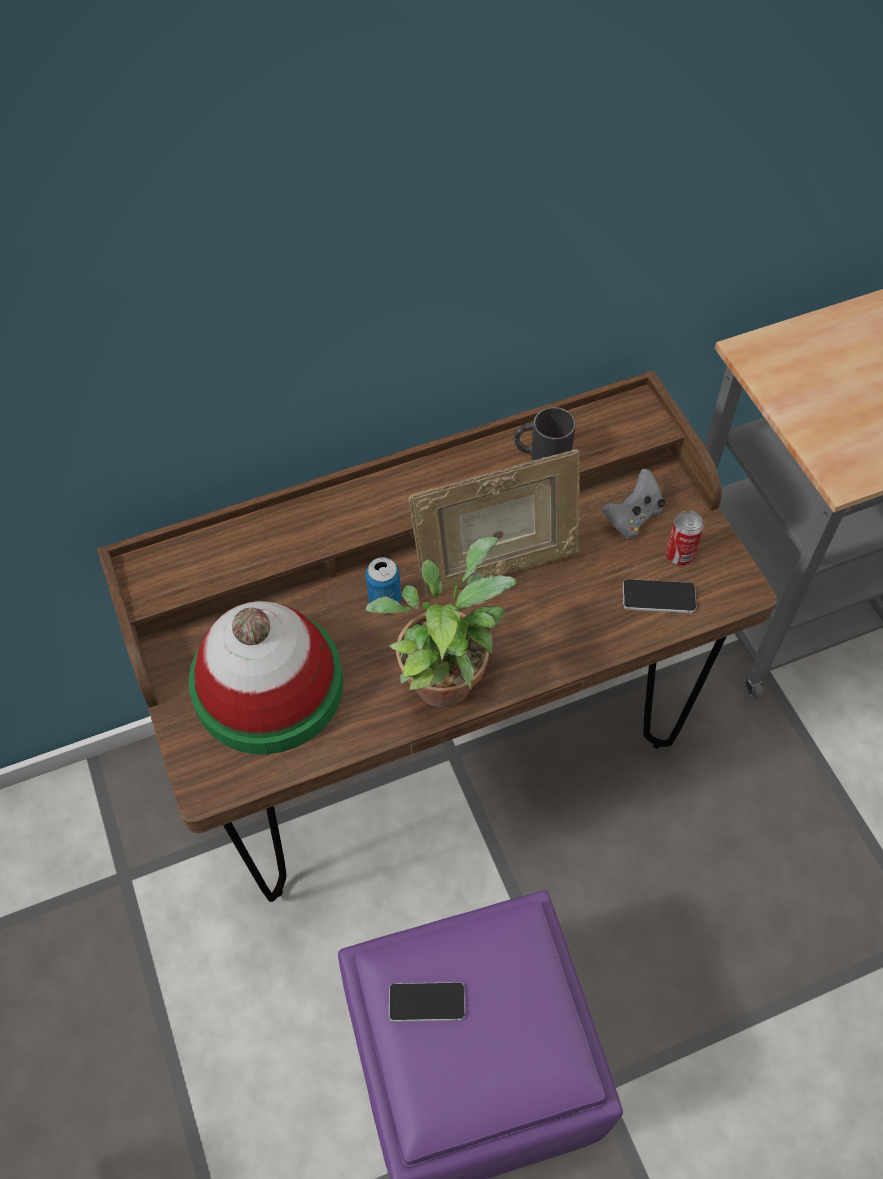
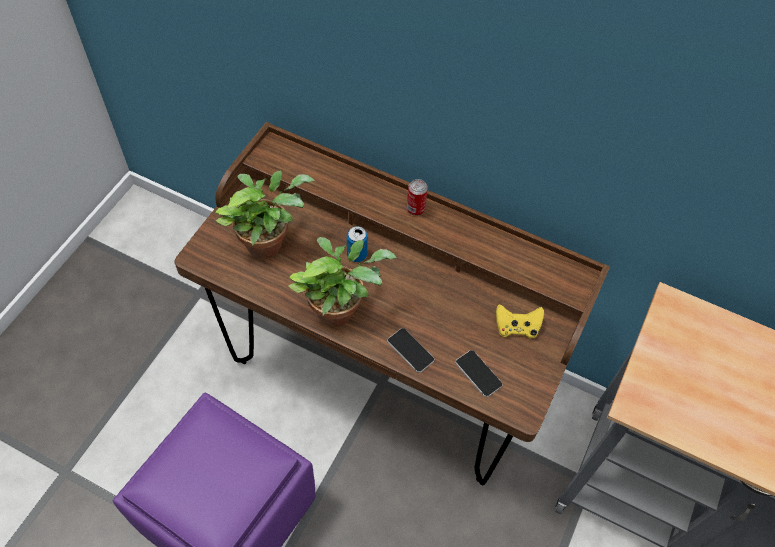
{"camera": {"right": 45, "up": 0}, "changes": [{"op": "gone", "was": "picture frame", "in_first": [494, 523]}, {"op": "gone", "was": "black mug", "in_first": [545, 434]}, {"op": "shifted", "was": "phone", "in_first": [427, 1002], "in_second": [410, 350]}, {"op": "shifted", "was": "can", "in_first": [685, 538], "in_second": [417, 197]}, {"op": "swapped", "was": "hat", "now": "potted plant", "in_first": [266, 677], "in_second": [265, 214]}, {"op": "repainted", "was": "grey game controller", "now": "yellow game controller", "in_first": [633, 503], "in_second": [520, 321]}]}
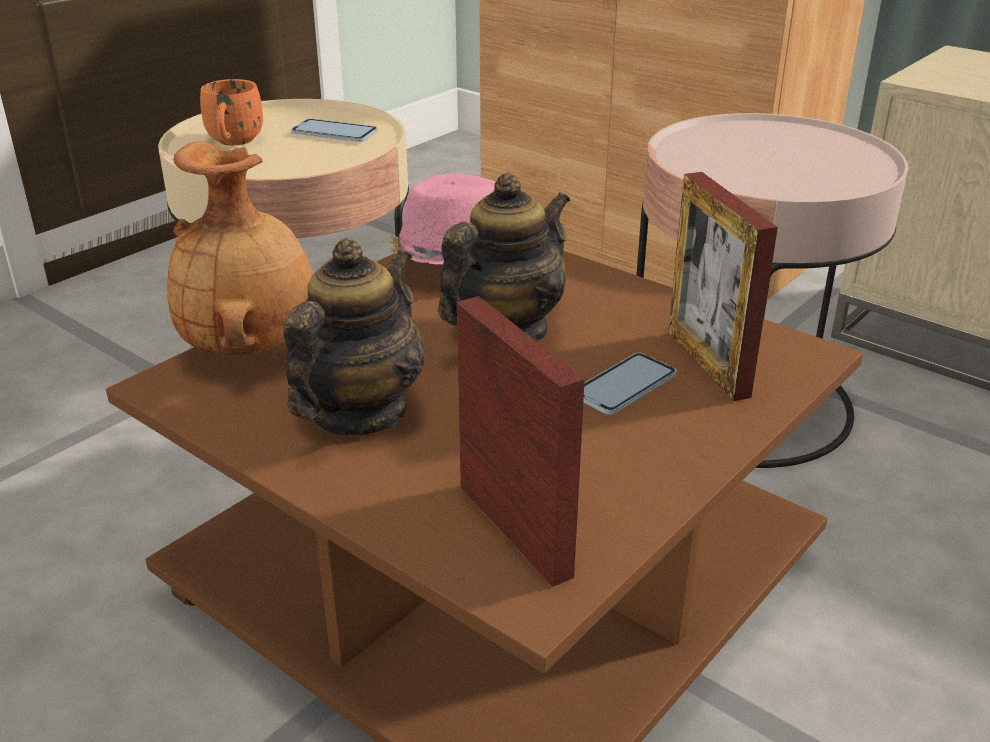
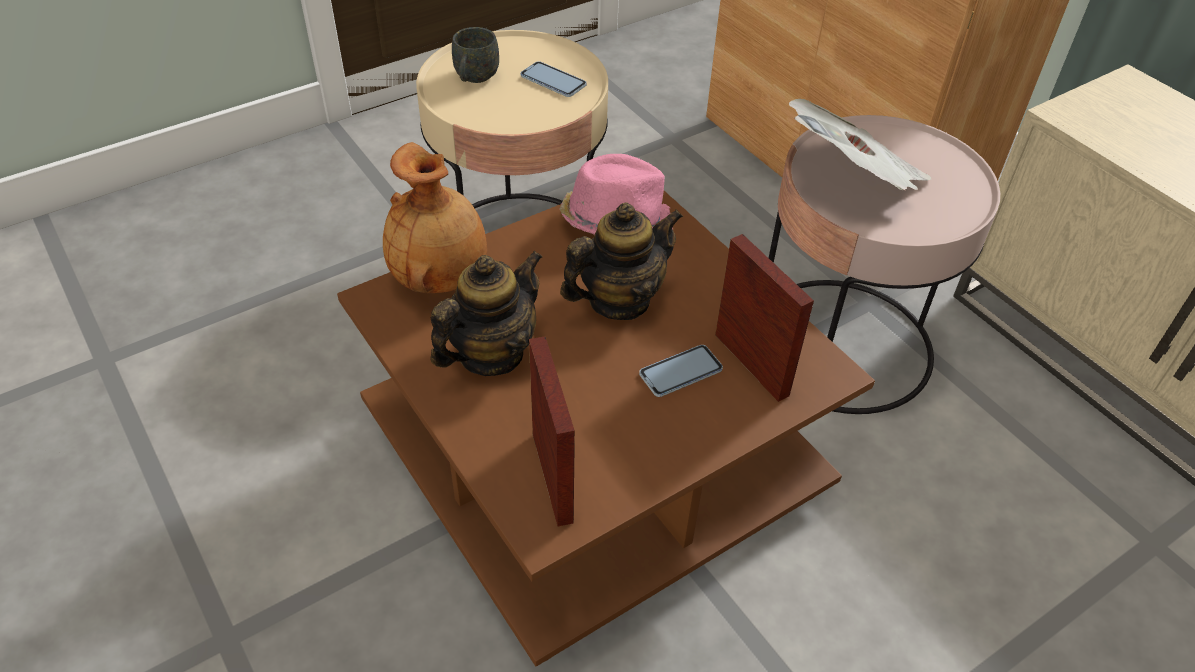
{"camera": {"right": 15, "up": 15}, "changes": [{"op": "new", "now": "newspaper", "in_second": [860, 145]}, {"op": "repainted", "was": "orange mug", "now": "grey mug", "in_first": [231, 112], "in_second": [475, 55]}, {"op": "rotated", "was": "picture frame", "in_first": [723, 286], "in_second": [764, 318], "clockwise": 150}]}
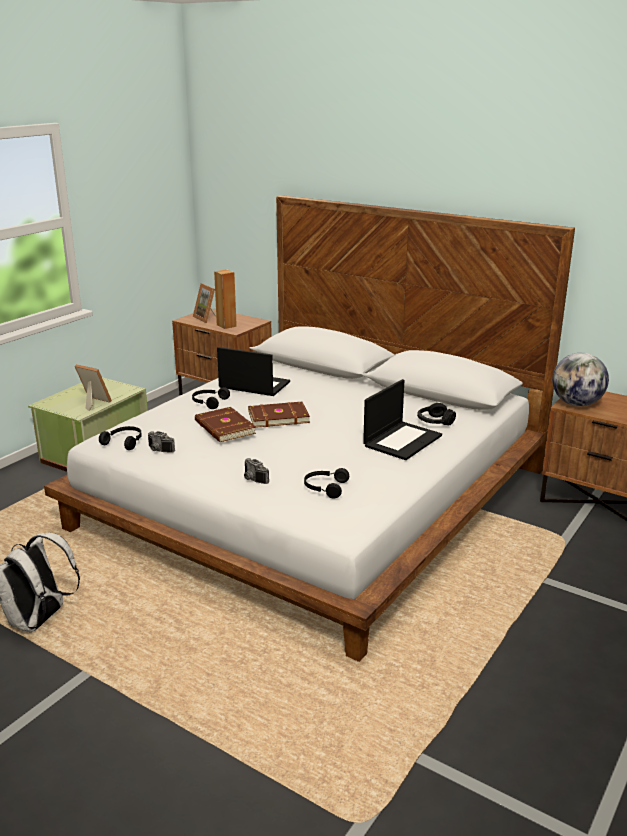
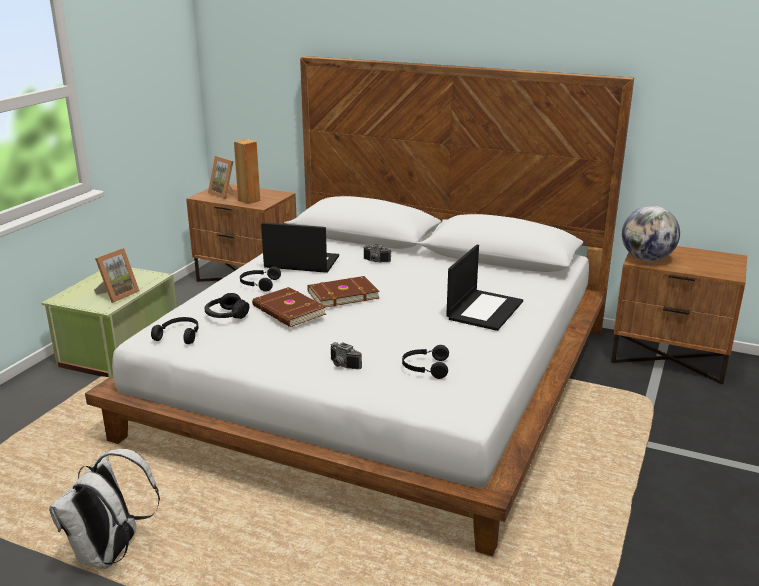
{"camera": {"right": -10, "up": 0}, "changes": [{"op": "shifted", "was": "photo camera", "in_first": [161, 442], "in_second": [377, 253]}, {"op": "shifted", "was": "black headphones", "in_first": [436, 414], "in_second": [226, 306]}, {"op": "rotated", "was": "picture frame", "in_first": [93, 387], "in_second": [117, 275], "clockwise": 105}]}
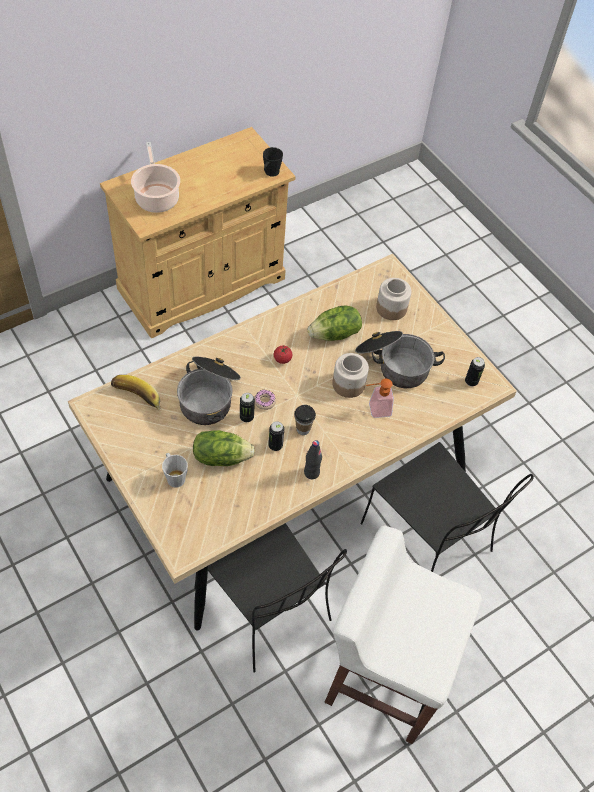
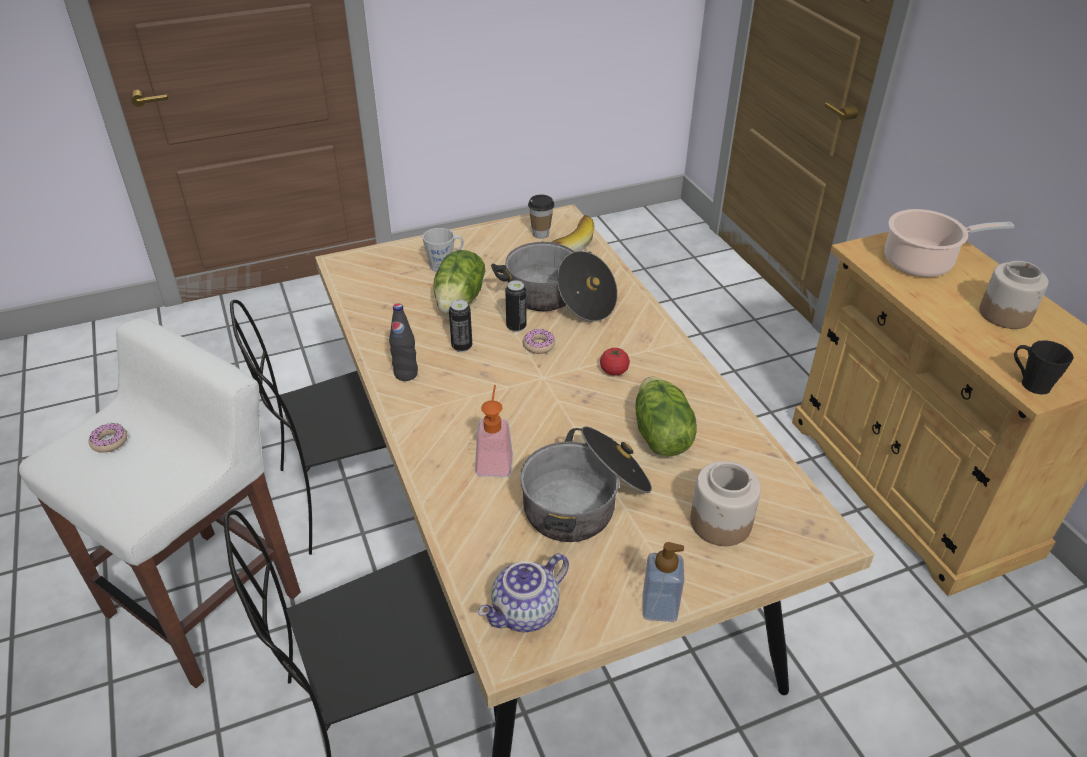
{"camera": {"right": 105, "up": -15}, "changes": [{"op": "new", "now": "donut", "in_second": [108, 438]}, {"op": "new", "now": "soap dispenser", "in_second": [663, 582]}, {"op": "shifted", "was": "cup", "in_first": [305, 420], "in_second": [541, 217]}, {"op": "shifted", "was": "jar", "in_first": [350, 375], "in_second": [1013, 295]}, {"op": "swapped", "was": "can", "now": "teapot", "in_first": [475, 371], "in_second": [523, 592]}]}
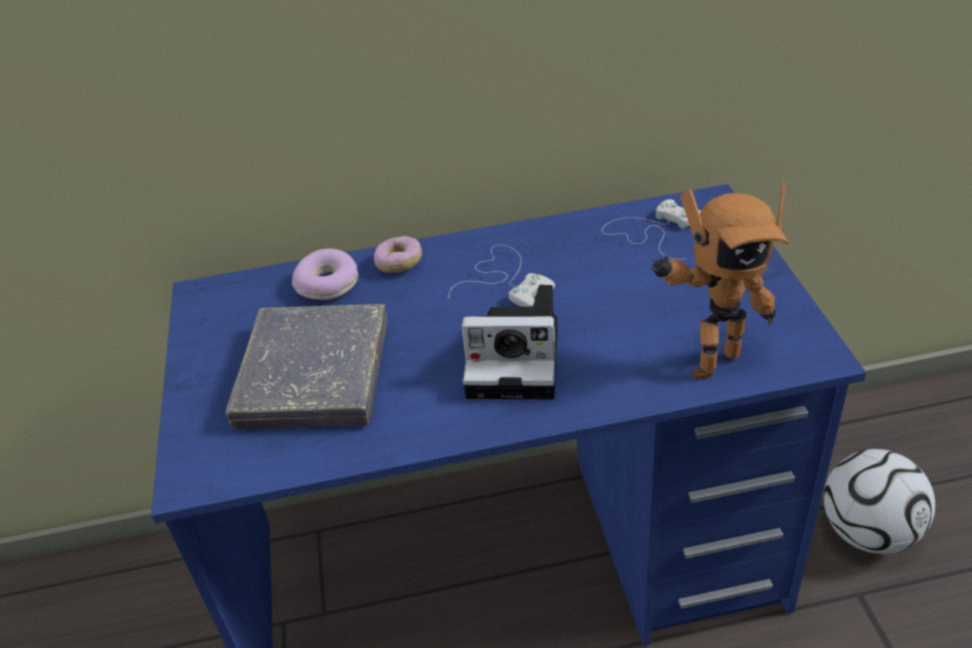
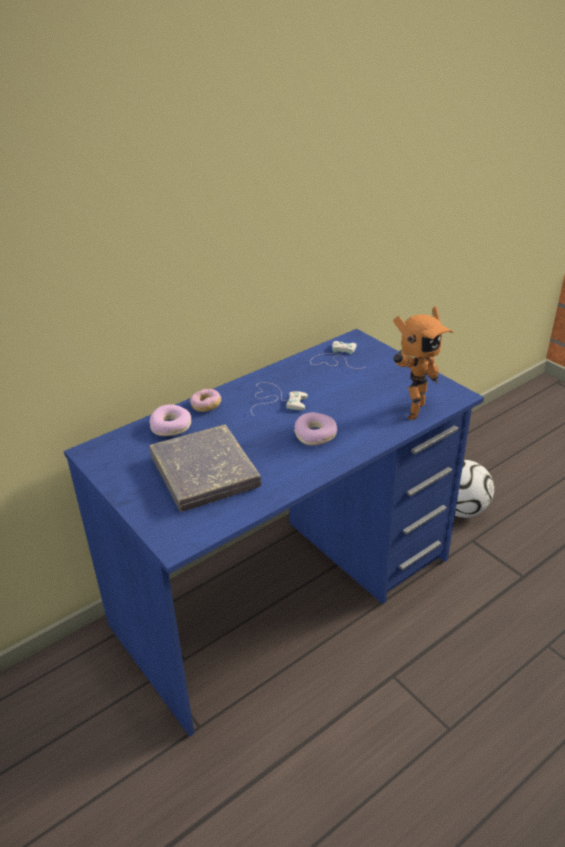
{"camera": {"right": -30, "up": -5}, "changes": [{"op": "swapped", "was": "photo camera", "now": "donut", "in_first": [510, 342], "in_second": [315, 429]}]}
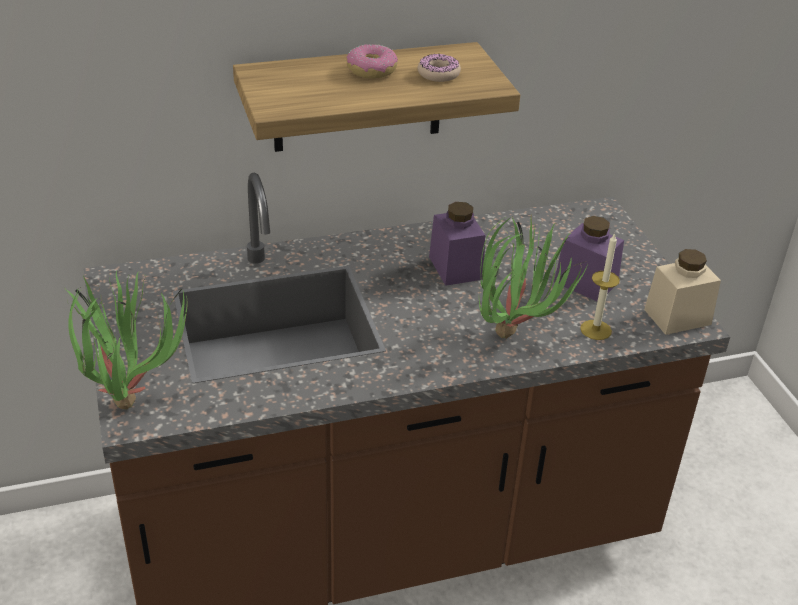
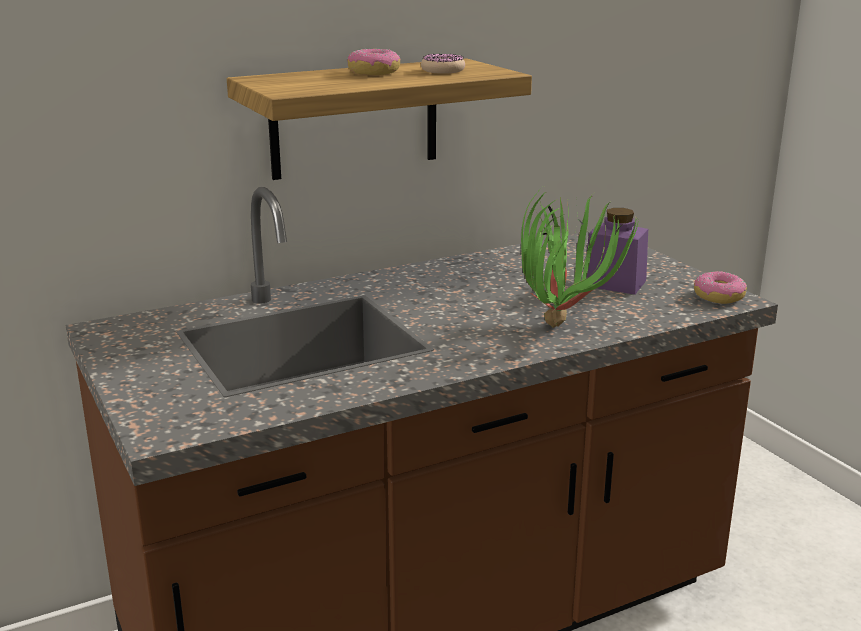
{"camera": {"right": -10, "up": -15}, "changes": [{"op": "gone", "was": "potted plant", "in_first": [126, 340]}, {"op": "gone", "was": "purple jar", "in_first": [457, 244]}, {"op": "gone", "was": "candle", "in_first": [600, 286]}, {"op": "swapped", "was": "beige jar", "now": "donut", "in_first": [682, 292], "in_second": [720, 287]}]}
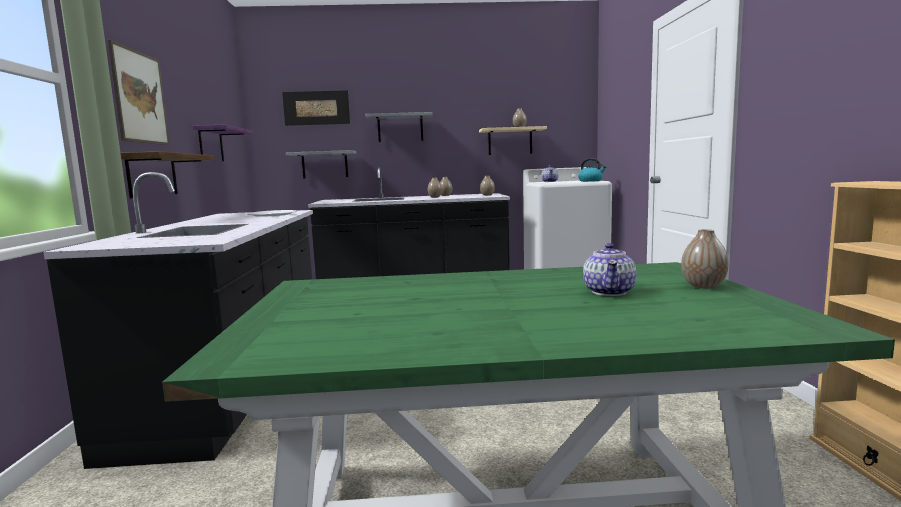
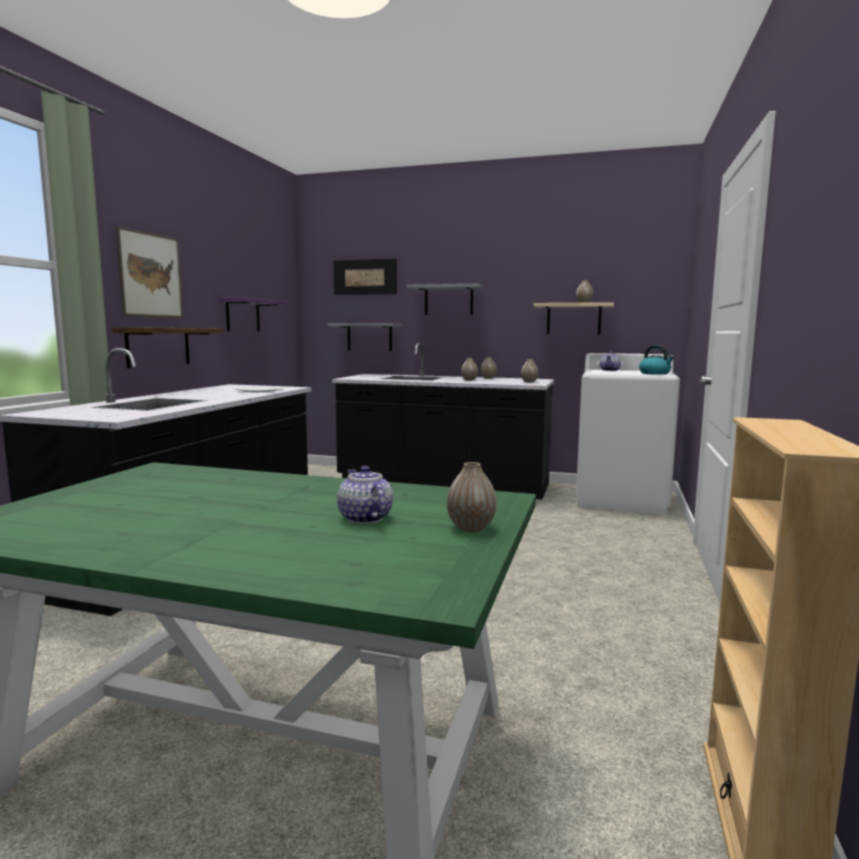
{"camera": {"right": 20, "up": 0}, "changes": [{"op": "rotated", "was": "teapot", "in_first": [609, 269], "in_second": [365, 495], "clockwise": 120}]}
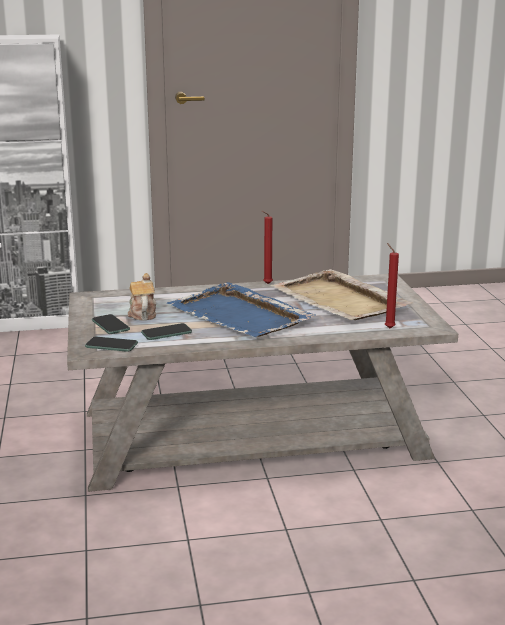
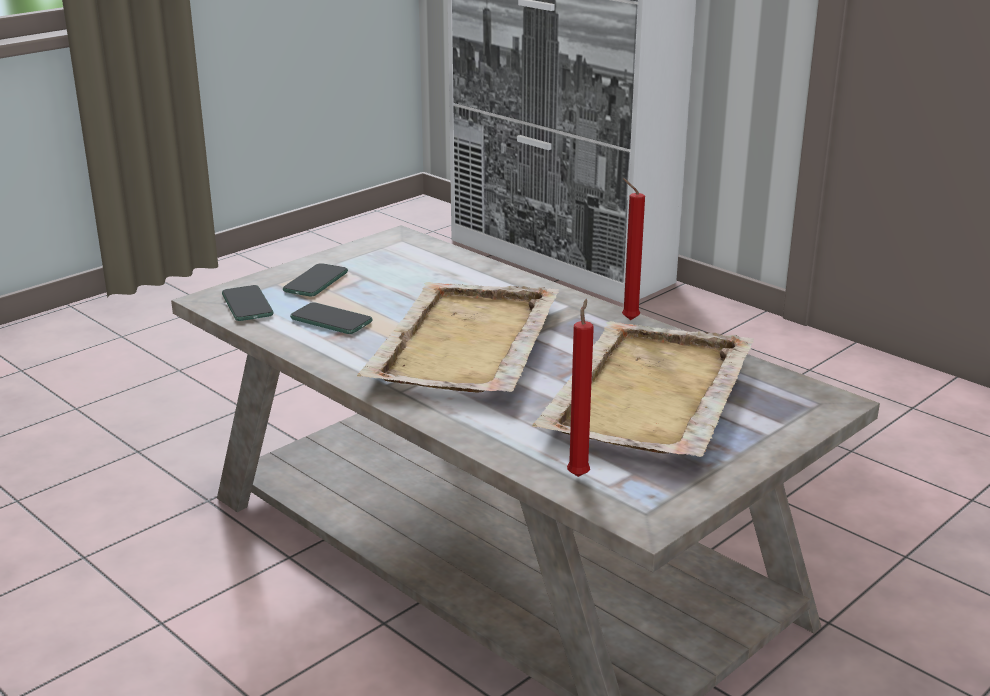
{"camera": {"right": 55, "up": 5}, "changes": [{"op": "gone", "was": "teapot", "in_first": [142, 296]}, {"op": "repainted", "was": "blue tray", "now": "beige tray", "in_first": [241, 309], "in_second": [458, 337]}]}
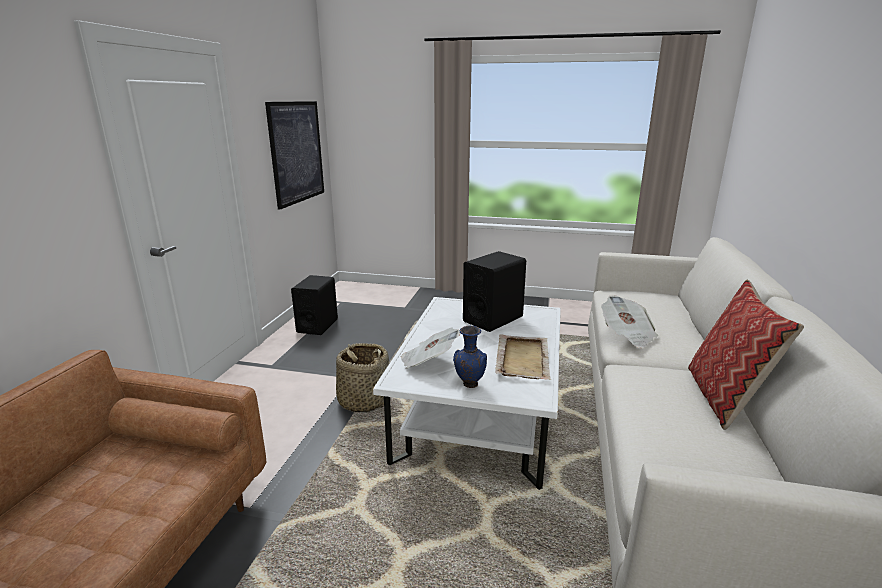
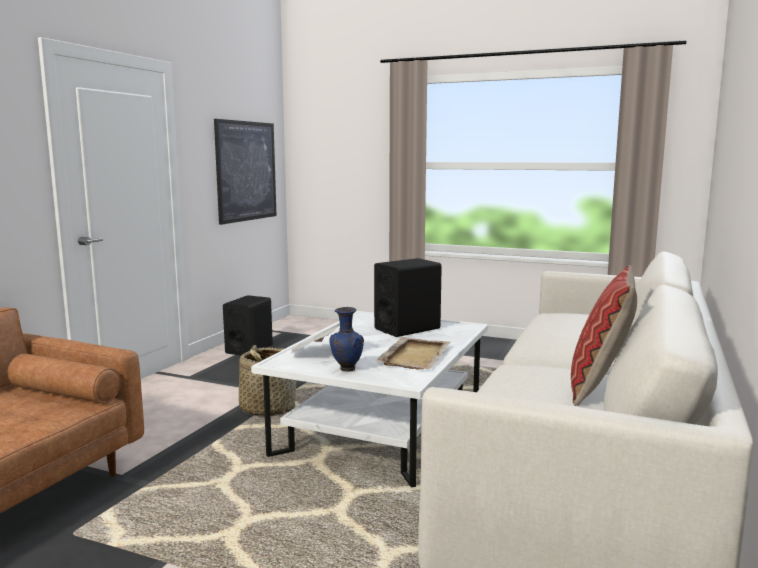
{"camera": {"right": 10, "up": -10}, "changes": [{"op": "gone", "was": "newspaper", "in_first": [629, 321]}]}
